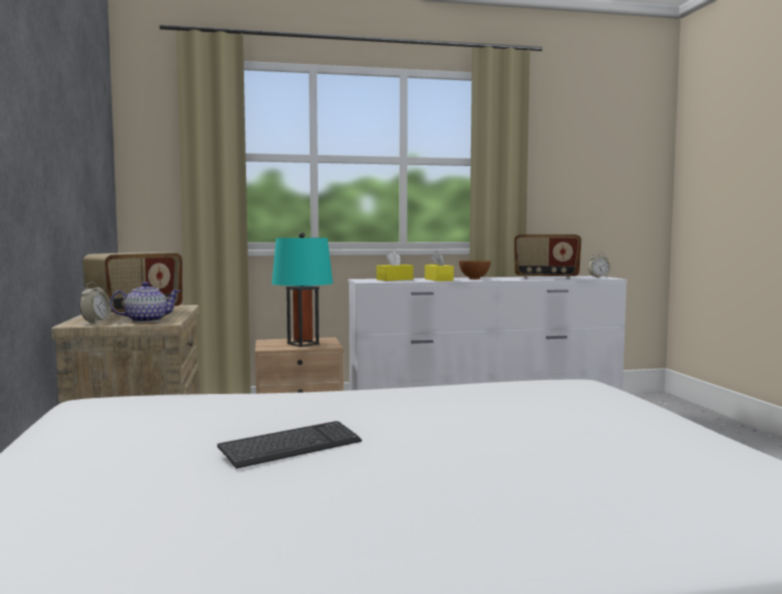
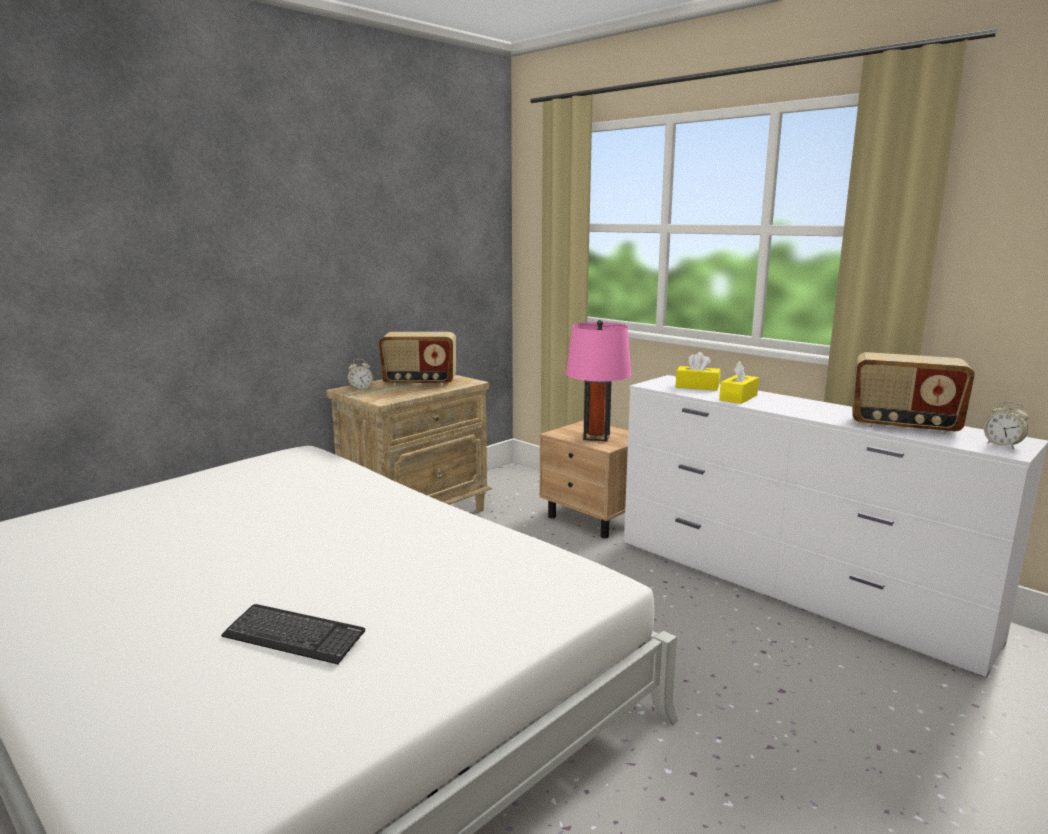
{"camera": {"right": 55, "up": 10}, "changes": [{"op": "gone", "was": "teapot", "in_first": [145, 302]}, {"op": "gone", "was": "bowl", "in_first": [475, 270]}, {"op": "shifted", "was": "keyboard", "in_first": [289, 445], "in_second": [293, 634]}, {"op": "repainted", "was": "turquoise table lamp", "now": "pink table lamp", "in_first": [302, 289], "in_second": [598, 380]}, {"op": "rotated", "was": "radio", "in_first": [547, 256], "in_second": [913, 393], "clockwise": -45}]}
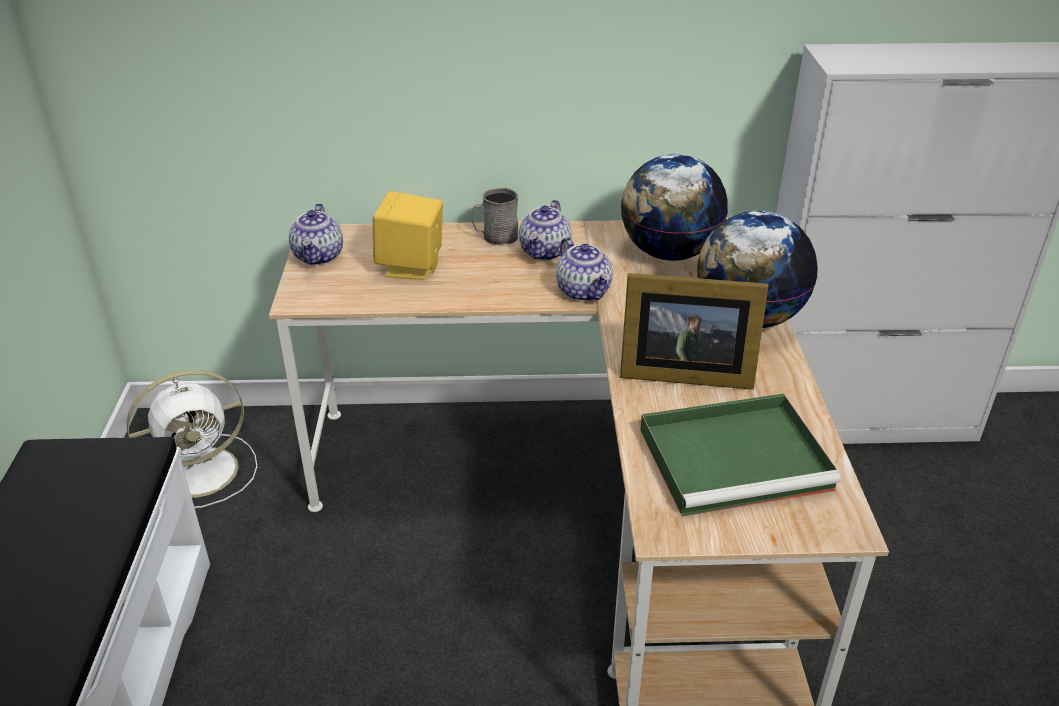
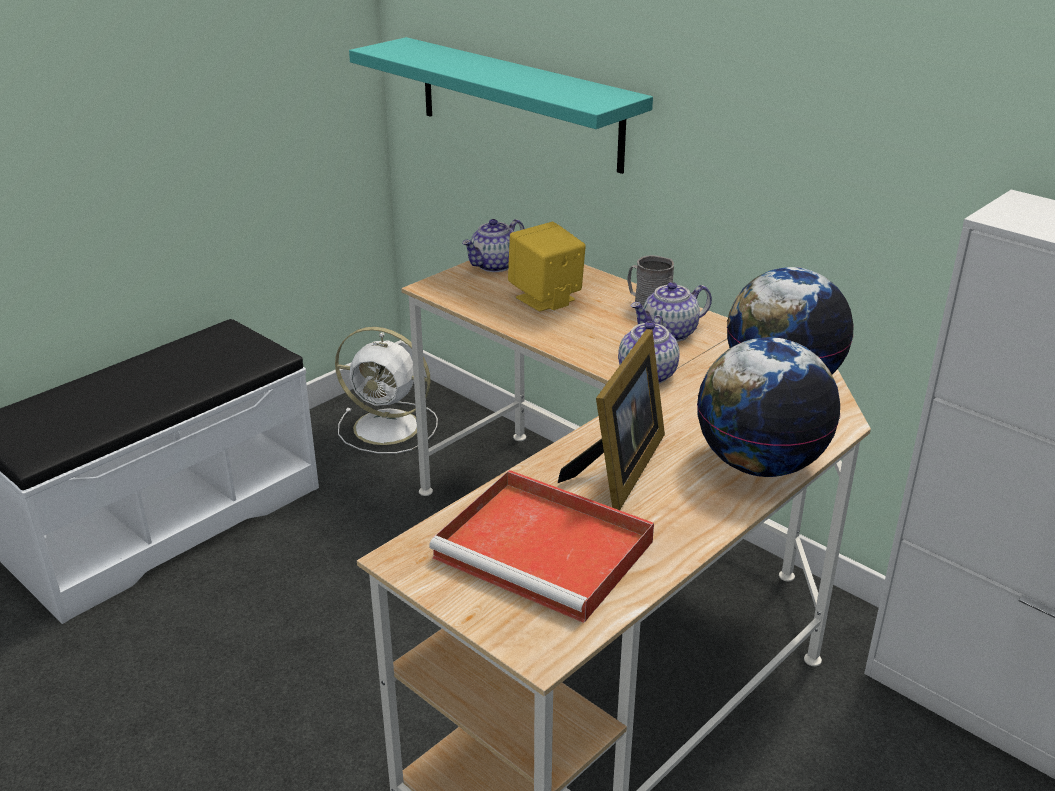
{"camera": {"right": 45, "up": -5}, "changes": [{"op": "new", "now": "turquoise shelf", "in_second": [501, 105]}, {"op": "repainted", "was": "green tray", "now": "red tray", "in_first": [740, 455], "in_second": [541, 546]}, {"op": "rotated", "was": "picture frame", "in_first": [694, 331], "in_second": [611, 419], "clockwise": -120}]}
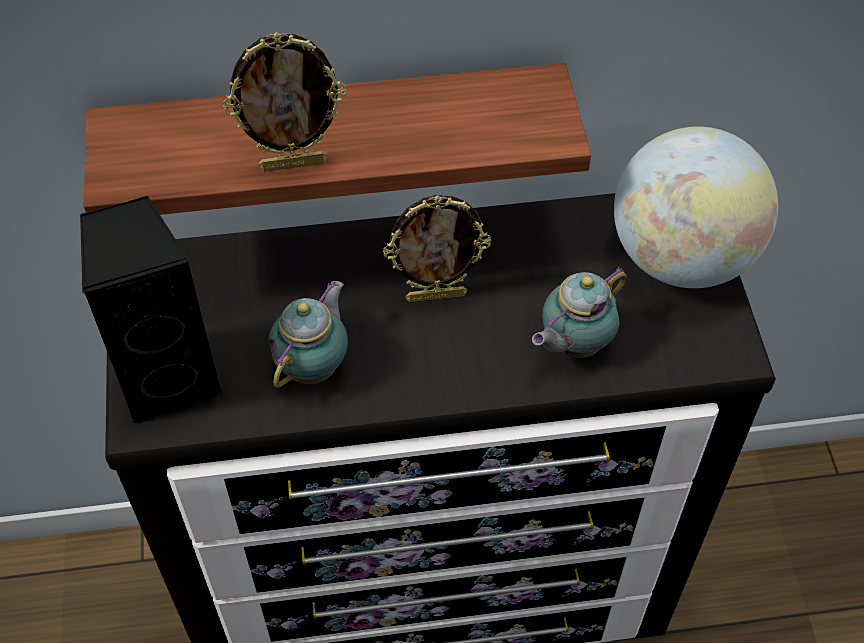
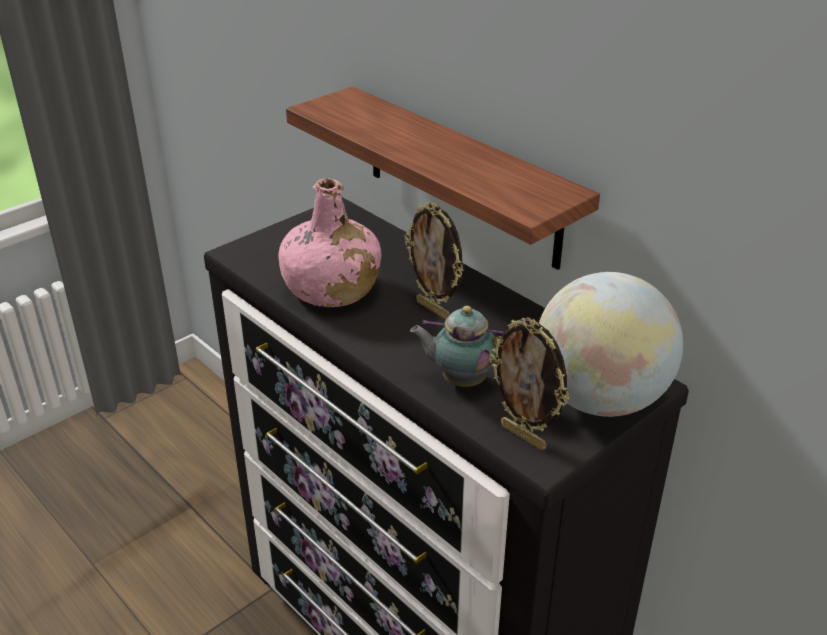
{"camera": {"right": 55, "up": -20}, "changes": [{"op": "gone", "was": "black speaker", "in_first": [152, 309]}, {"op": "shifted", "was": "picture frame", "in_first": [284, 102], "in_second": [529, 384]}, {"op": "swapped", "was": "teapot", "now": "pink bottle", "in_first": [308, 334], "in_second": [330, 243]}]}
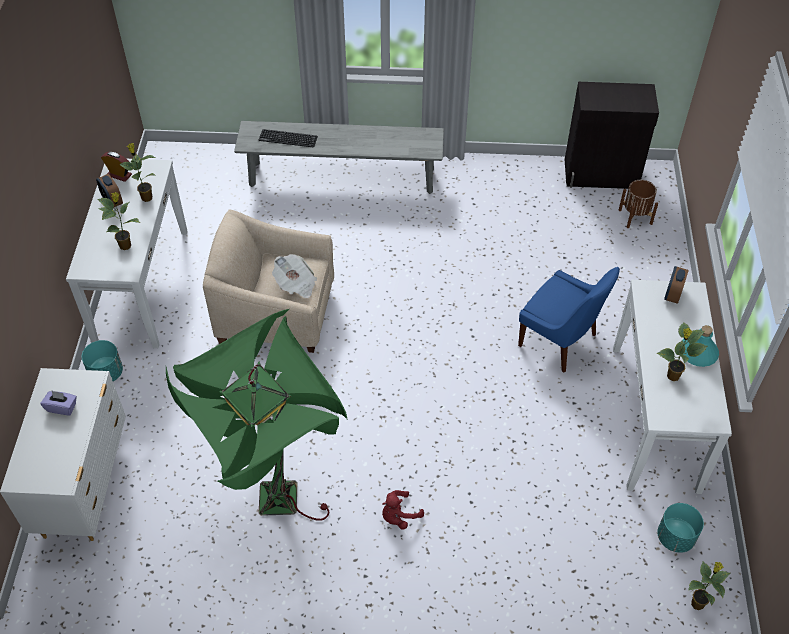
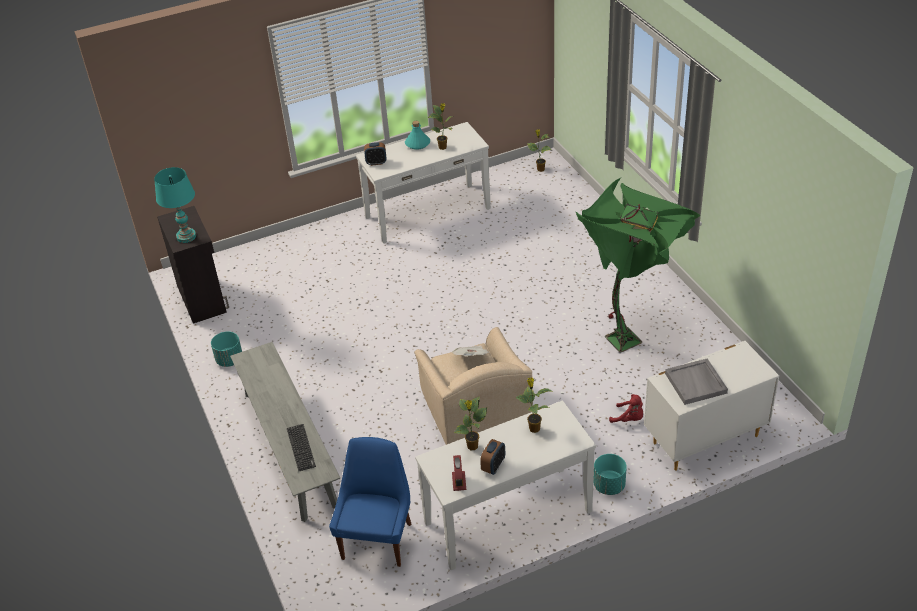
{"camera": {"right": -115, "up": -10}, "changes": [{"op": "gone", "was": "brown planter", "in_first": [638, 204]}, {"op": "new", "now": "turquoise table lamp", "in_second": [175, 205]}, {"op": "shifted", "was": "red plush toy", "in_first": [403, 510], "in_second": [626, 408]}, {"op": "shifted", "was": "blue chair", "in_first": [569, 320], "in_second": [370, 502]}, {"op": "shifted", "was": "turquoise planter", "in_first": [680, 528], "in_second": [226, 349]}, {"op": "swapped", "was": "purple tissue box", "now": "grey tray", "in_first": [58, 403], "in_second": [696, 382]}]}
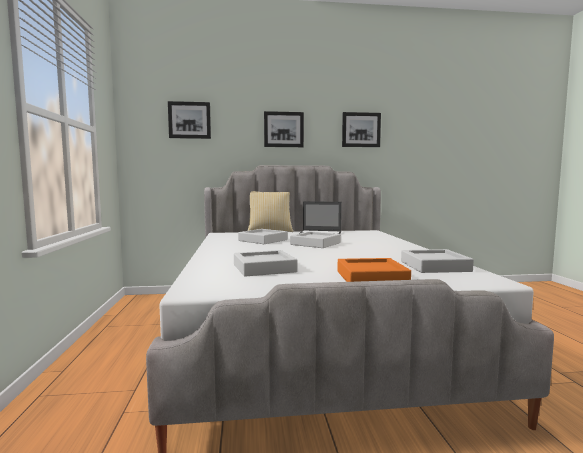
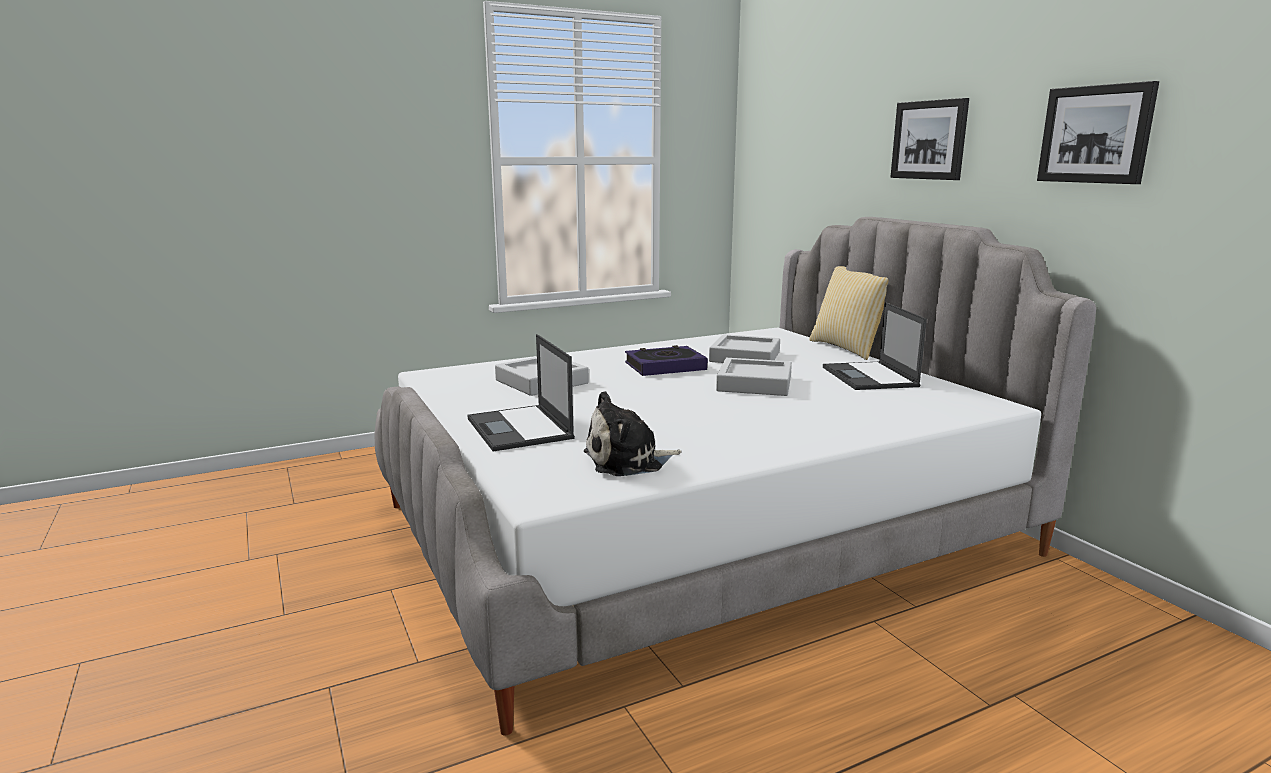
{"camera": {"right": 70, "up": 10}, "changes": [{"op": "gone", "was": "picture", "in_first": [189, 120]}, {"op": "new", "now": "book", "in_second": [666, 360]}, {"op": "swapped", "was": "orange tray", "now": "laptop", "in_first": [374, 270], "in_second": [521, 393]}, {"op": "swapped", "was": "grey tray", "now": "plush toy", "in_first": [437, 261], "in_second": [633, 433]}]}
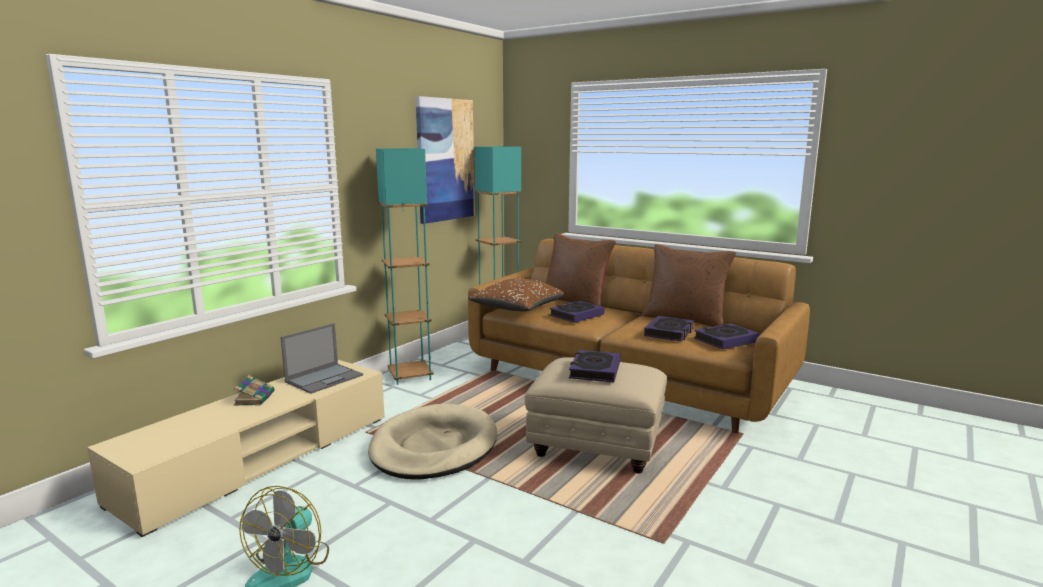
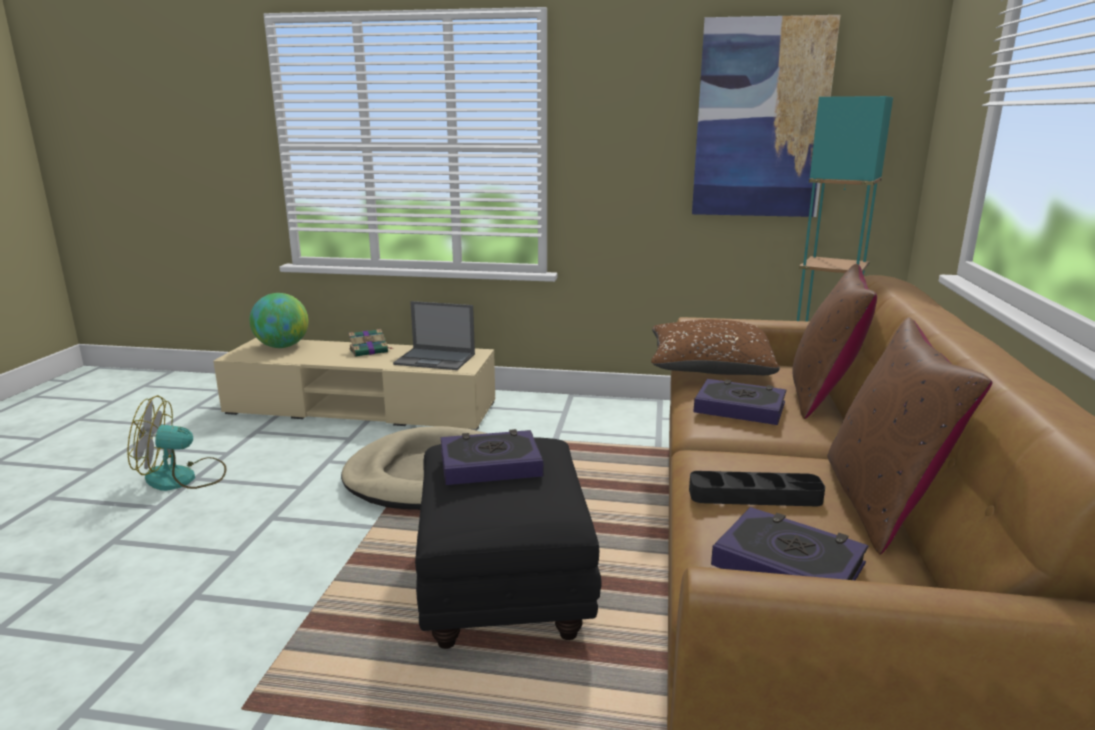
{"camera": {"right": 65, "up": 5}, "changes": [{"op": "gone", "was": "turquoise floor lamp", "in_first": [405, 266]}, {"op": "new", "now": "globe", "in_second": [279, 320]}, {"op": "swapped", "was": "book", "now": "black tray", "in_first": [669, 329], "in_second": [757, 489]}, {"op": "repainted", "was": "beige ottoman", "now": "black ottoman", "in_first": [596, 415], "in_second": [508, 543]}]}
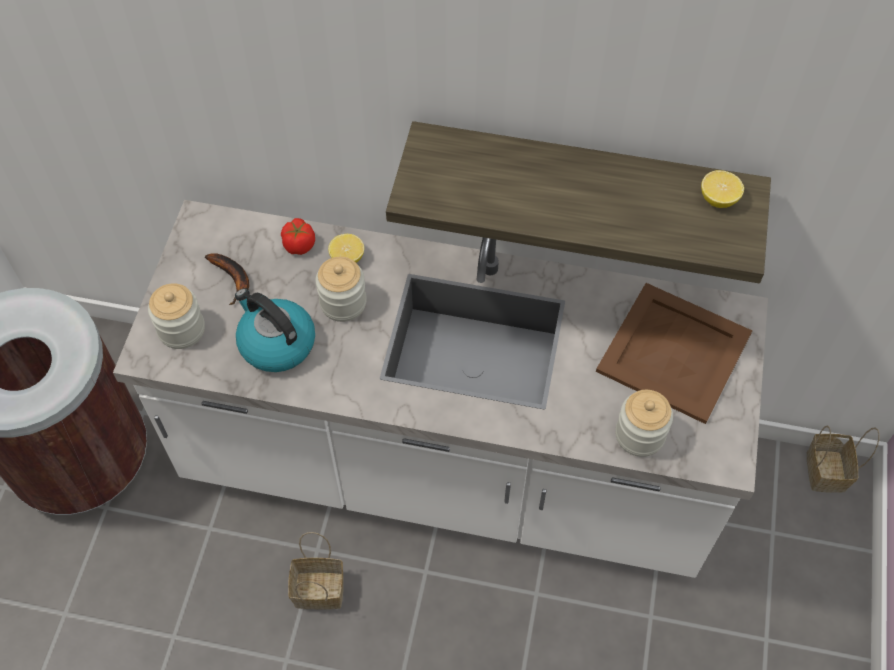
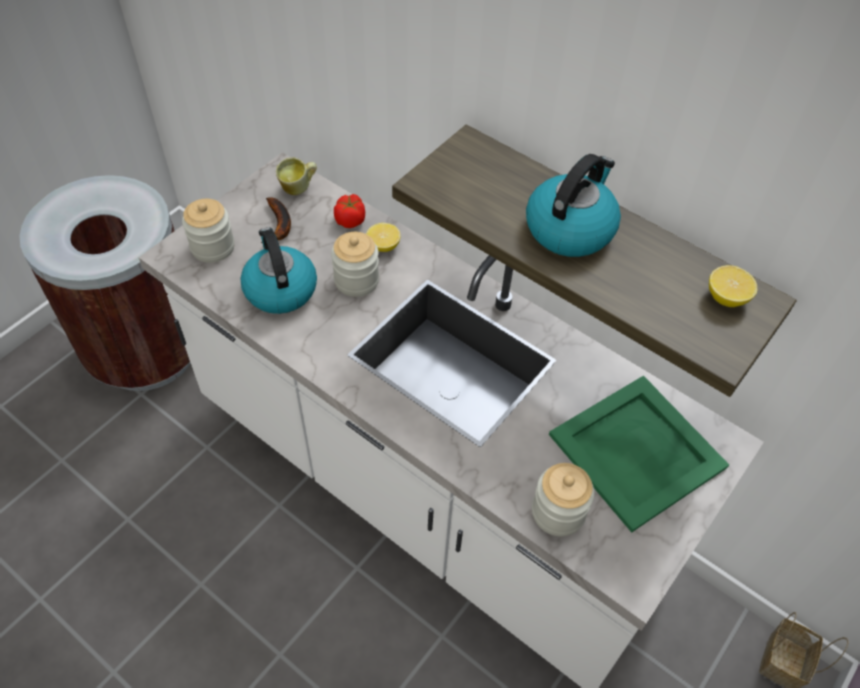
{"camera": {"right": 25, "up": -5}, "changes": [{"op": "gone", "was": "basket", "in_first": [316, 571]}, {"op": "new", "now": "mug", "in_second": [296, 176]}, {"op": "new", "now": "kettle", "in_second": [573, 205]}, {"op": "repainted", "was": "brown tray", "now": "green tray", "in_first": [674, 353], "in_second": [639, 454]}]}
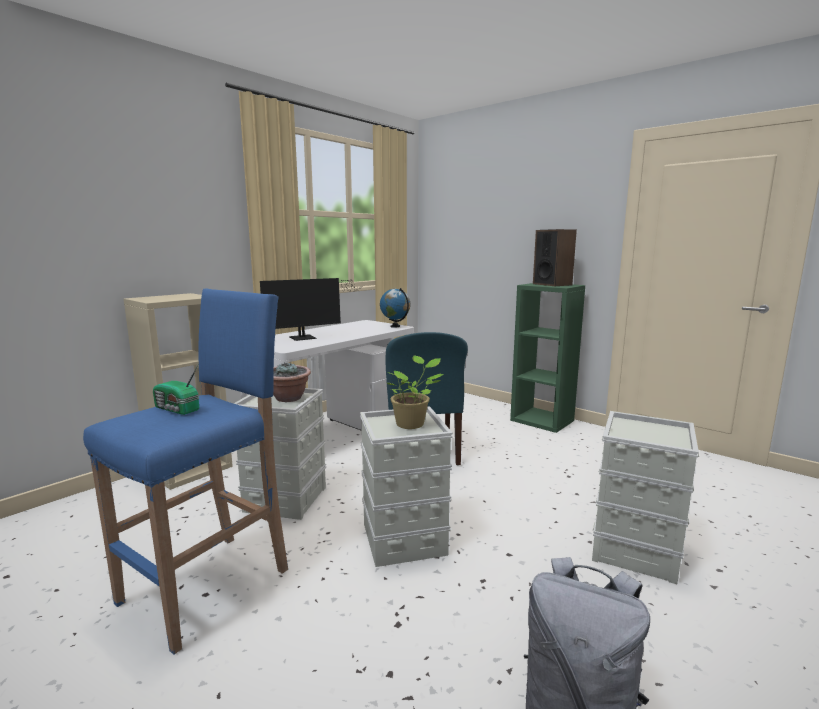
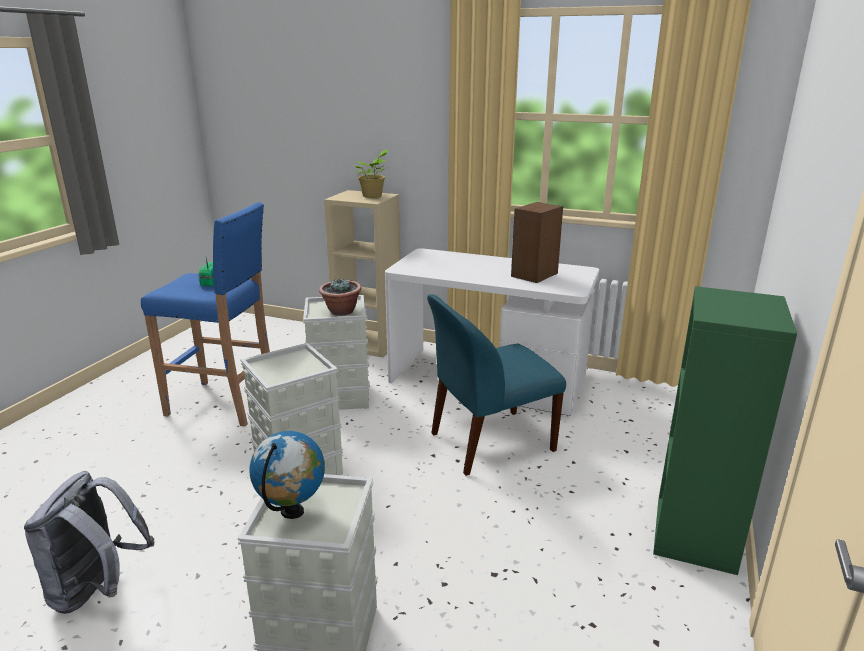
{"camera": {"right": 70, "up": 10}, "changes": [{"op": "gone", "was": "monitor", "in_first": [310, 309]}, {"op": "shifted", "was": "globe", "in_first": [395, 308], "in_second": [287, 475]}, {"op": "shifted", "was": "potted plant", "in_first": [415, 392], "in_second": [371, 174]}, {"op": "shifted", "was": "speaker", "in_first": [555, 257], "in_second": [537, 242]}]}
